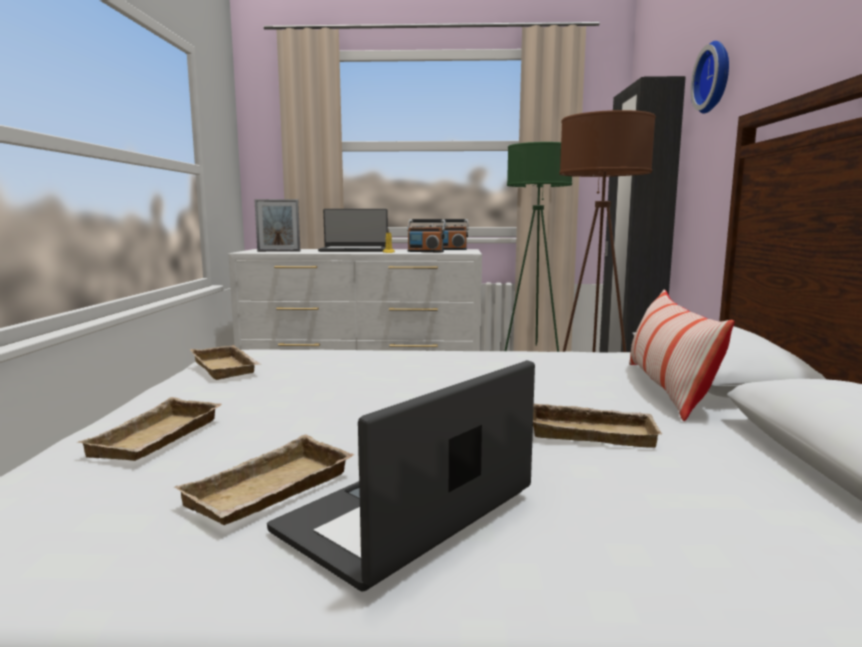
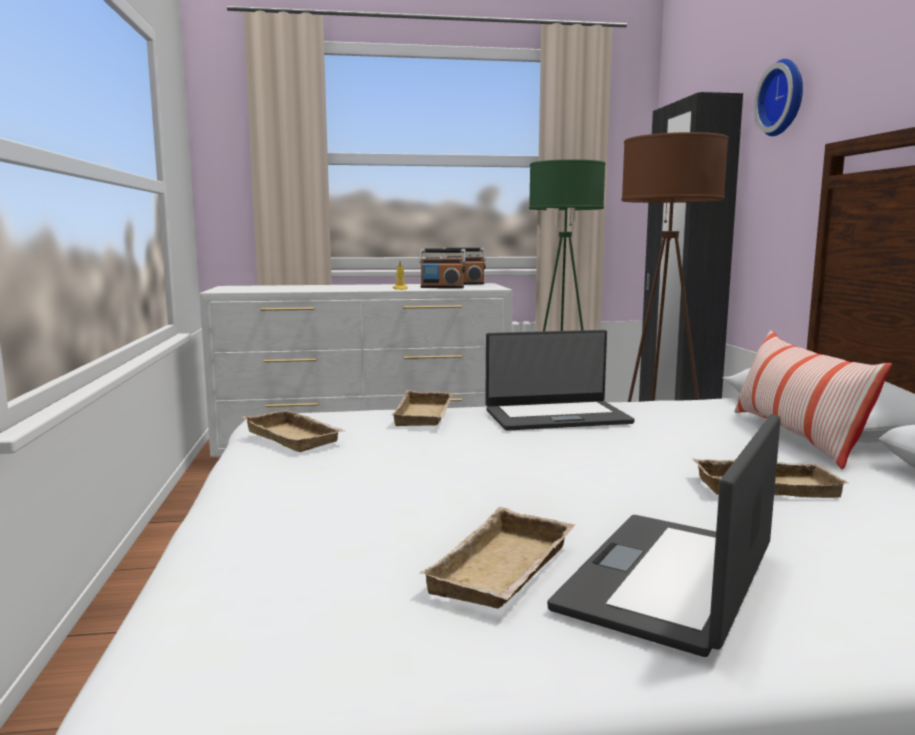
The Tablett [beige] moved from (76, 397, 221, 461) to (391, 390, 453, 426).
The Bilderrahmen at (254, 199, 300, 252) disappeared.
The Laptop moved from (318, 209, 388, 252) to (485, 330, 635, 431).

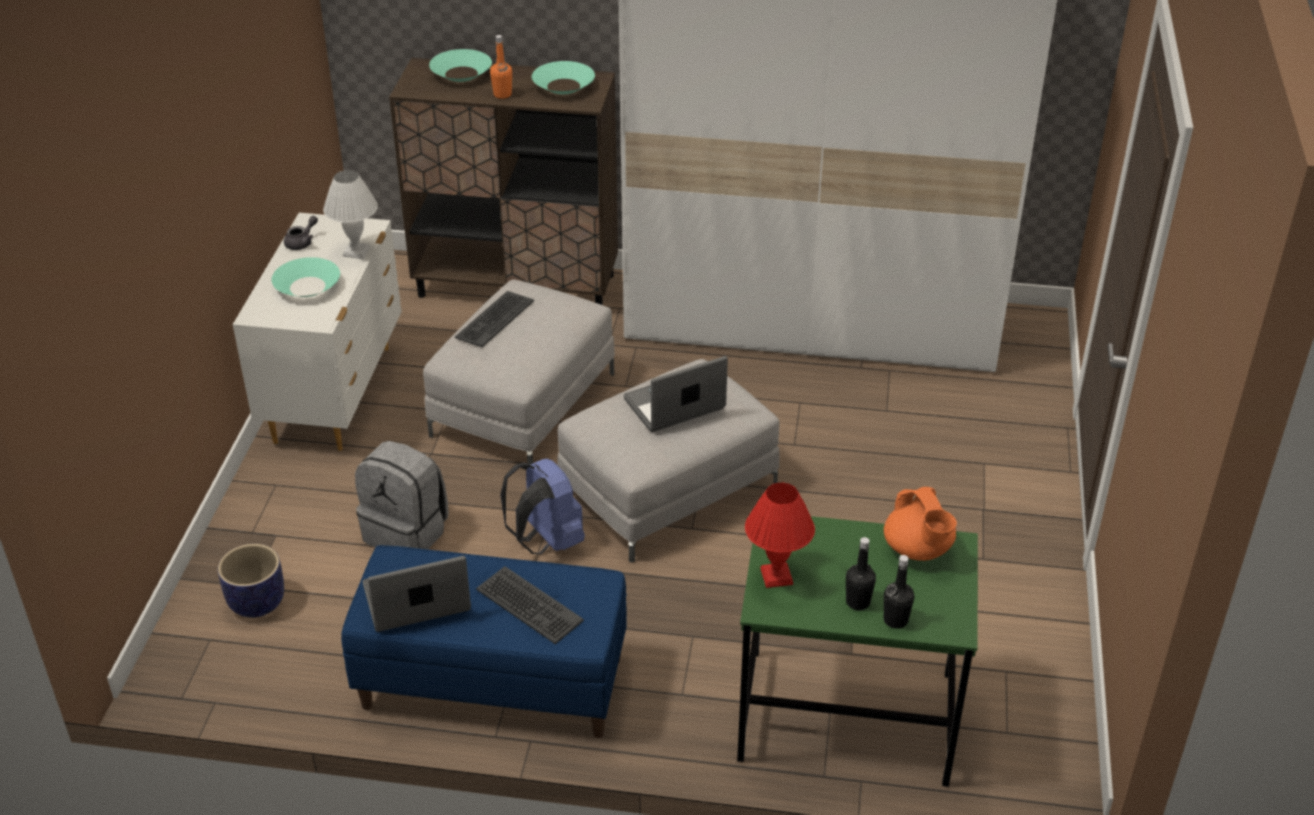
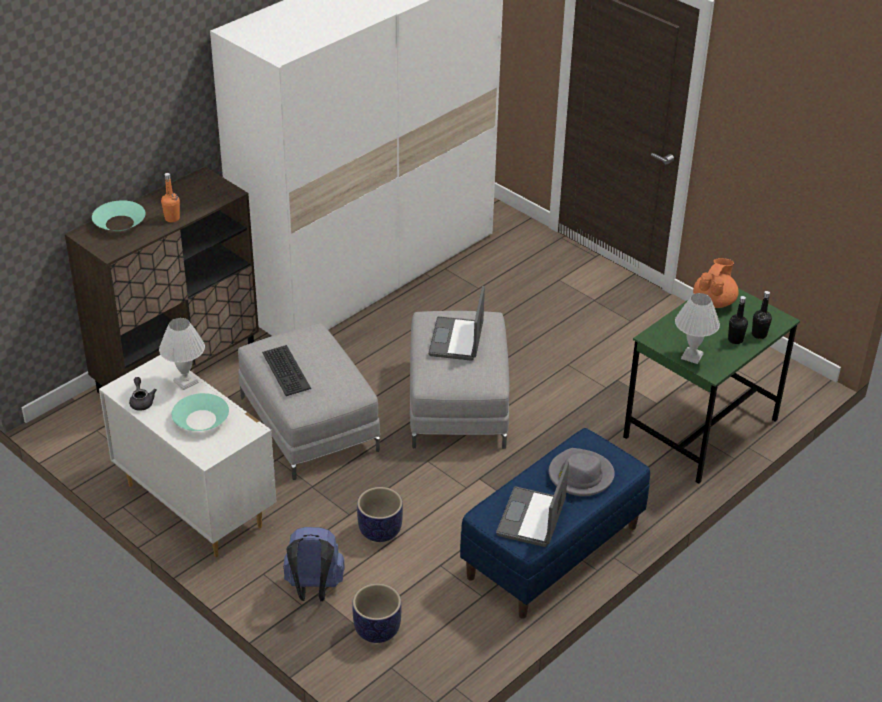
The Rucksack [grau] at (355, 441, 449, 550) was replaced by the Pflanzkübel at (357, 487, 403, 542).
The Tastatur at (476, 566, 584, 644) was replaced by the Hut [grau] at (549, 448, 615, 496).
The Rucksack [blau] moved from (500, 458, 585, 555) to (283, 527, 345, 601).
The Schüssel [türkis] at (532, 61, 595, 94) disappeared.
The Tischlampe [rot] at (745, 483, 815, 588) became the Tischlampe [weiß] at (675, 293, 720, 364).
The Teekanne [orange] at (884, 487, 957, 561) turned 75 degrees counterclockwise.

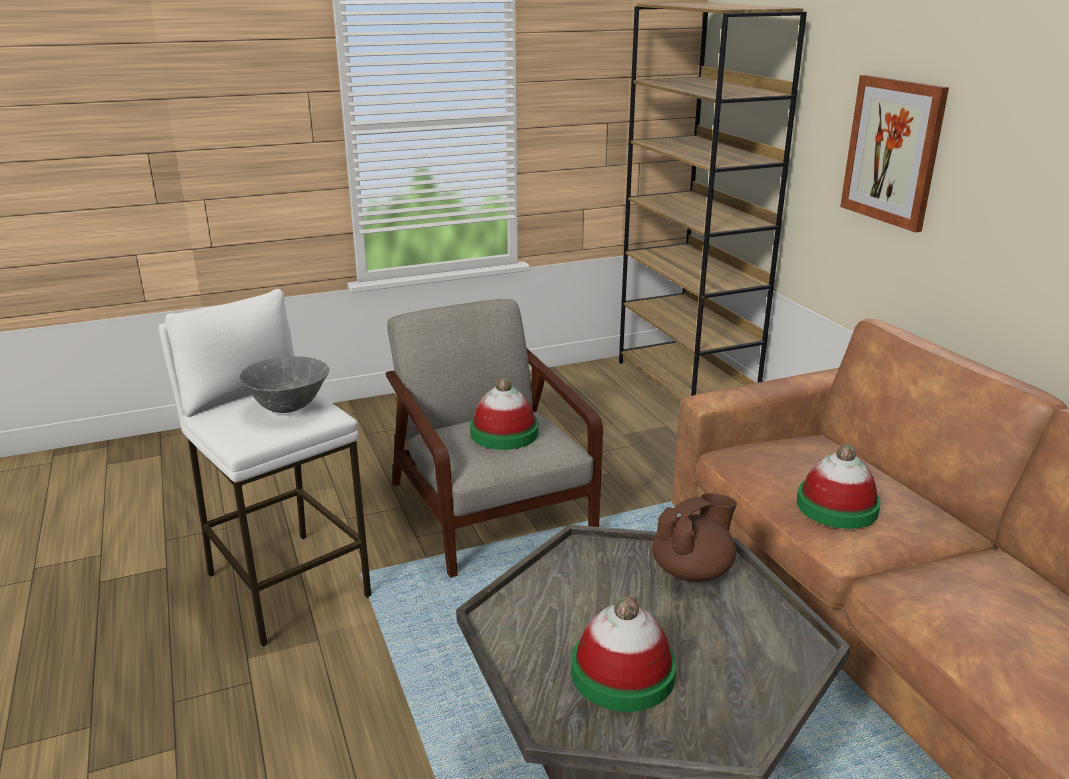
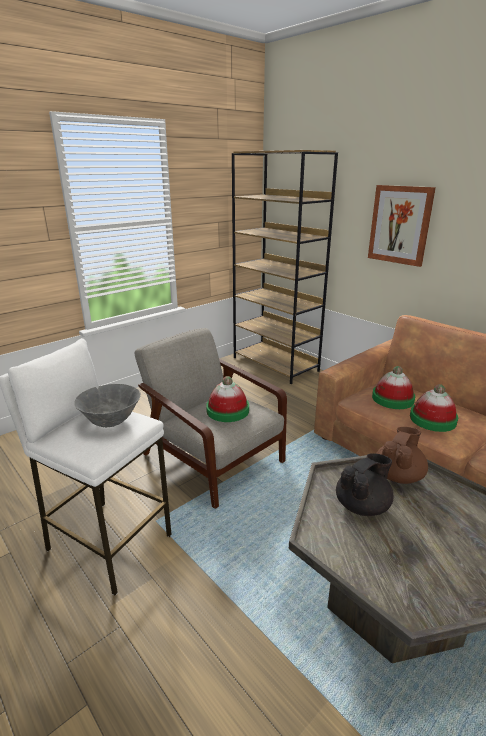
The Hut moved from (571, 596, 676, 712) to (372, 366, 415, 409).
The Teekanne [schwarz] at (336, 453, 394, 516) appeared.

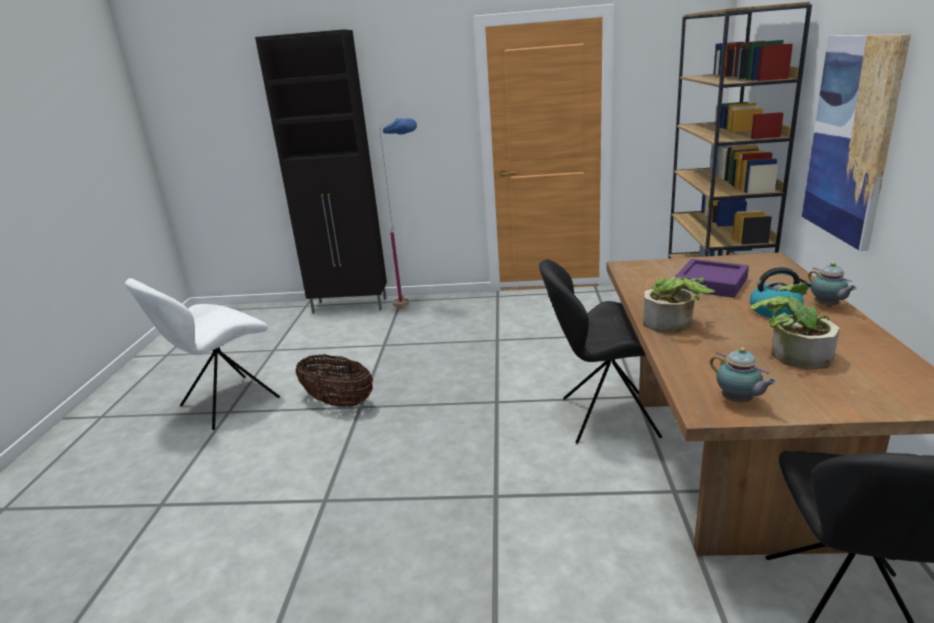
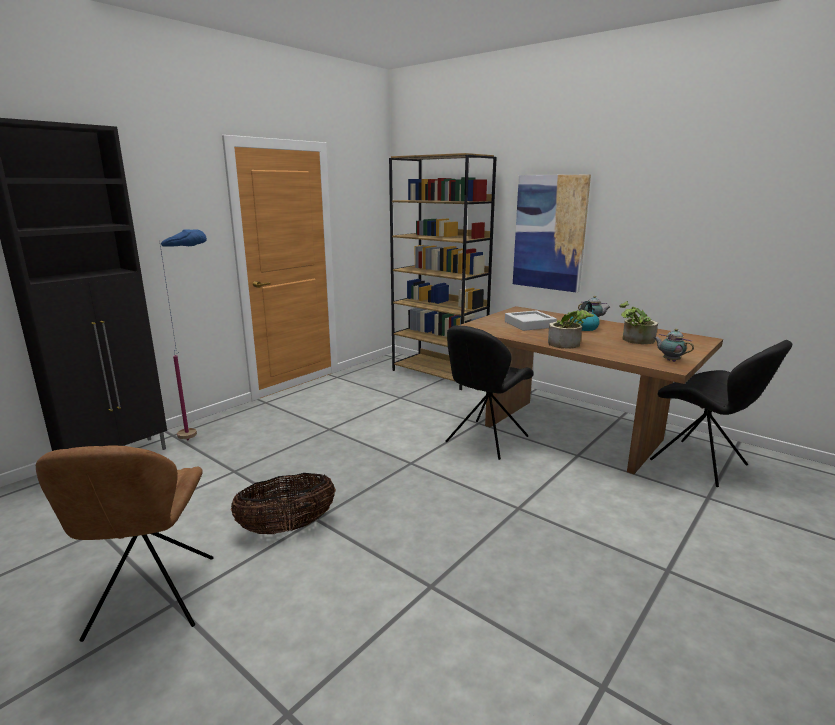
The Stuhl [weiß] at (125, 278, 280, 430) became the Stuhl [braun] at (36, 445, 214, 642).
The Tablett [lila] at (675, 259, 749, 298) became the Tablett [grau] at (505, 310, 557, 331).
The Teekanne at (710, 347, 777, 403) turned 135 degrees counterclockwise.

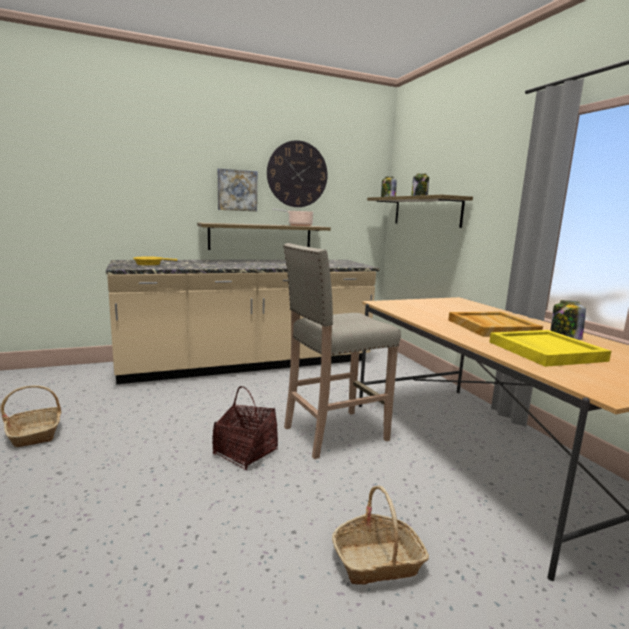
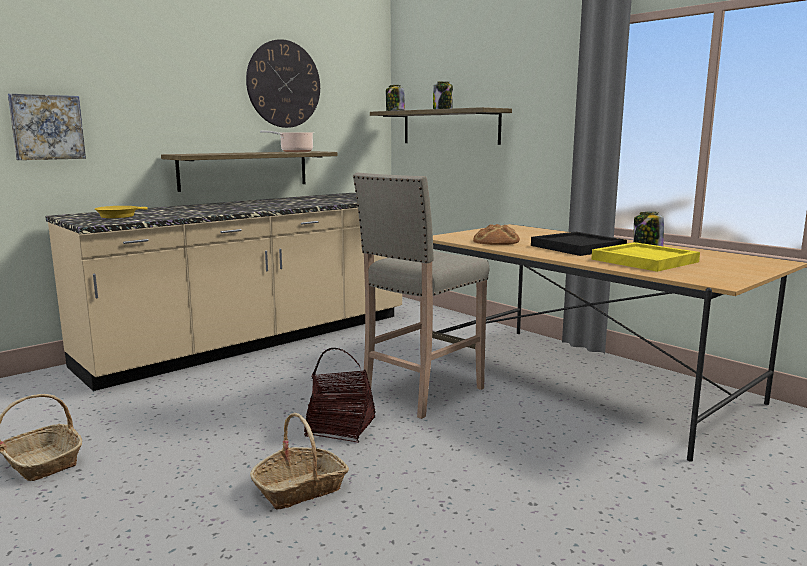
The Bild moved from (218, 168, 257, 211) to (8, 94, 86, 160).
The Korb moved from (332, 486, 429, 585) to (250, 413, 349, 510).
The Tablett [beige] at (448, 312, 543, 337) became the Tablett [schwarz] at (531, 232, 627, 256).
The Brot at (473, 224, 520, 245) appeared.

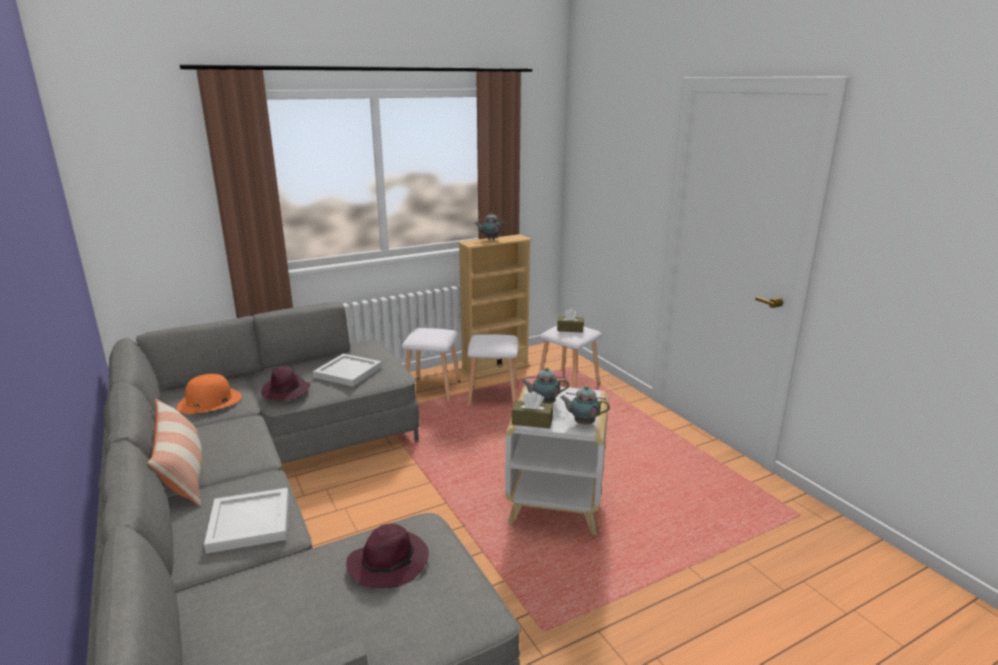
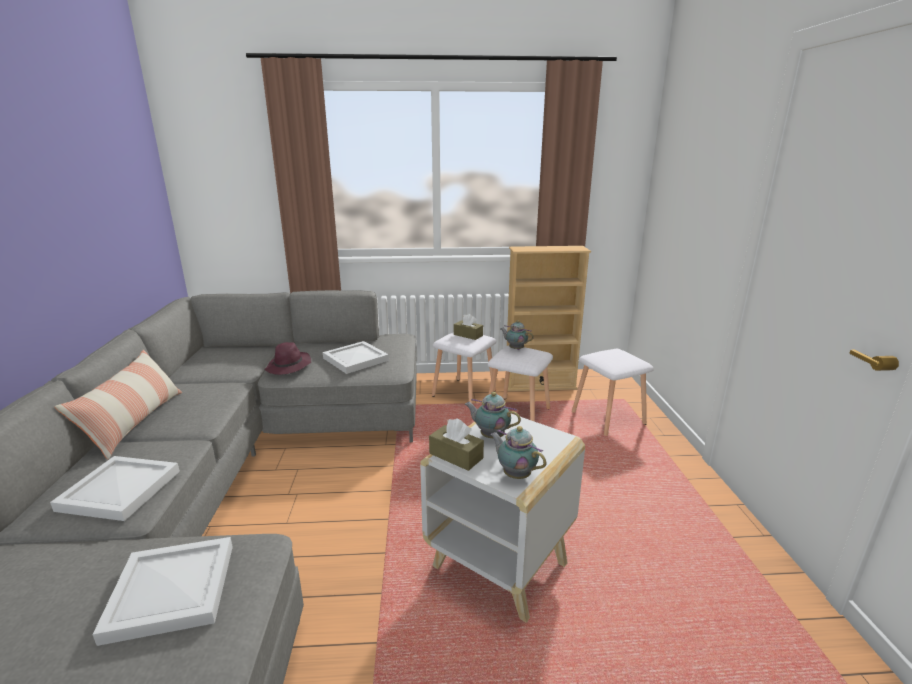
The Hut [orange] at (177, 374, 242, 414) disappeared.
The Hut [lila] at (346, 523, 429, 588) was replaced by the Tablett [weiß] at (92, 537, 233, 646).
The Teekanne moved from (475, 212, 507, 240) to (501, 320, 534, 350).
The Taschentuchbox [braun] moved from (557, 309, 584, 333) to (454, 314, 483, 340).

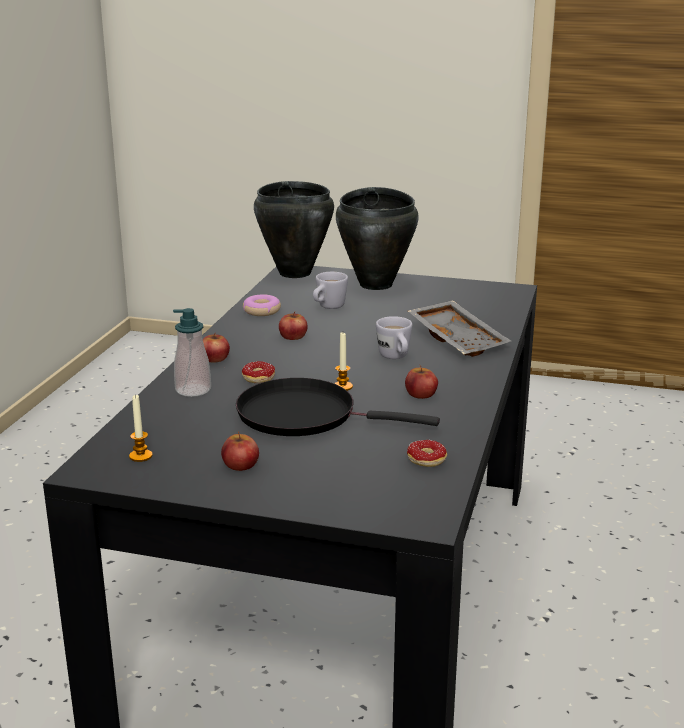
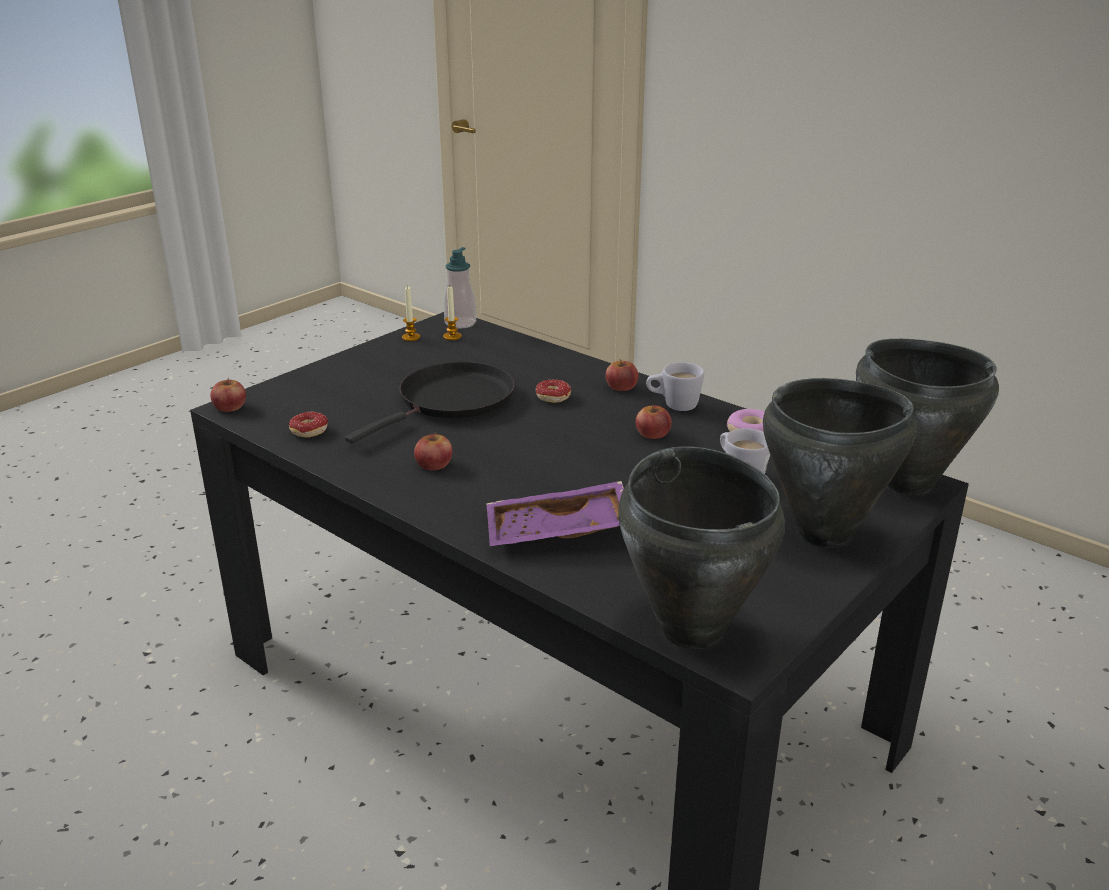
The Seifenspender moved from (173, 308, 211, 397) to (444, 247, 476, 329).
The Apfel moved from (221, 431, 259, 471) to (211, 378, 246, 412).
The Kerze moved from (334, 333, 353, 391) to (402, 286, 420, 341).
The Henkelbecher [weiß] moved from (376, 316, 412, 359) to (646, 362, 704, 411).
The Tablett [grau] at (408, 300, 511, 357) became the Tablett [lila] at (486, 481, 624, 546).
The Kochtopf [schwarz] at (618, 447, 785, 649) appeared.

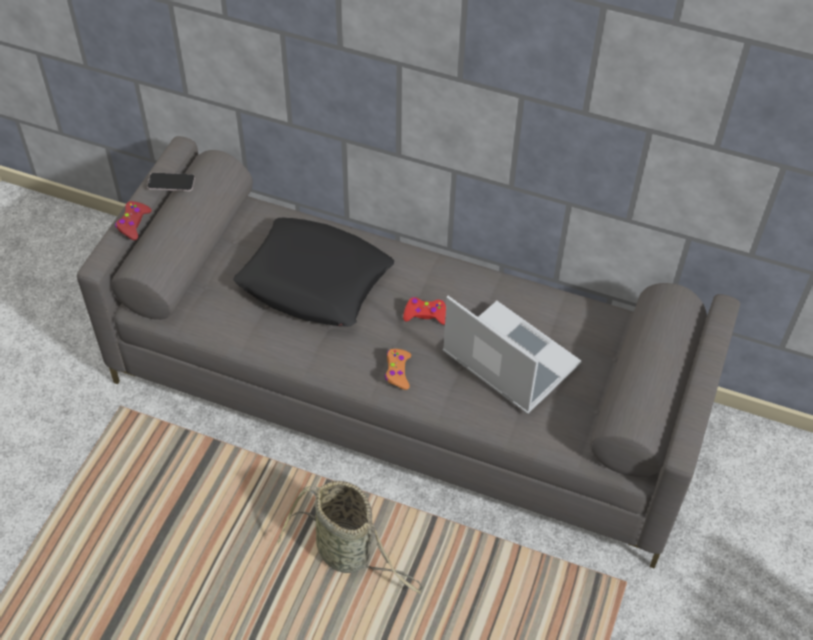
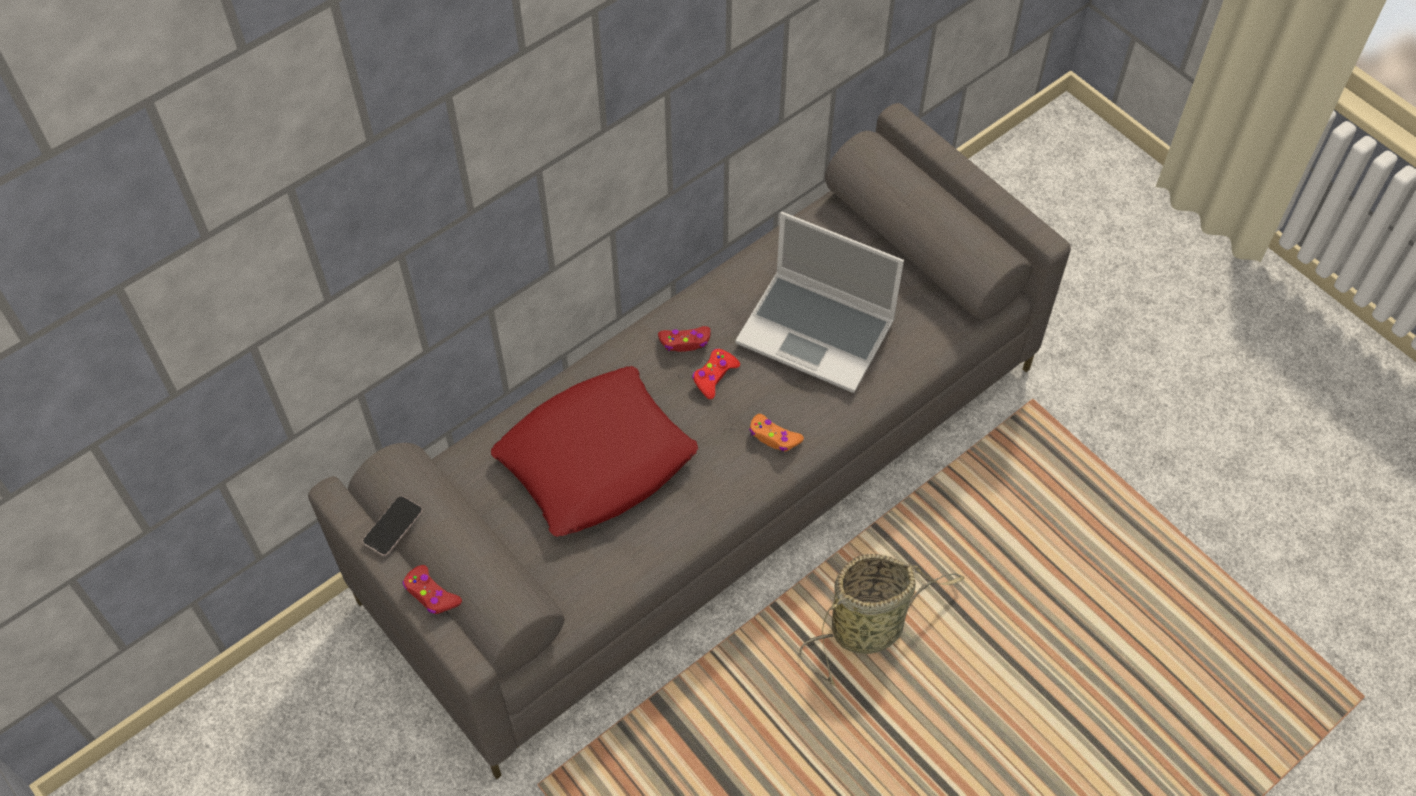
The Kissen [schwarz] at (233, 218, 394, 327) became the Kissen [rot] at (491, 366, 698, 537).
The Laptop at (443, 296, 582, 414) turned 135 degrees counterclockwise.
The Gamepad [rot] at (658, 326, 710, 352) appeared.

